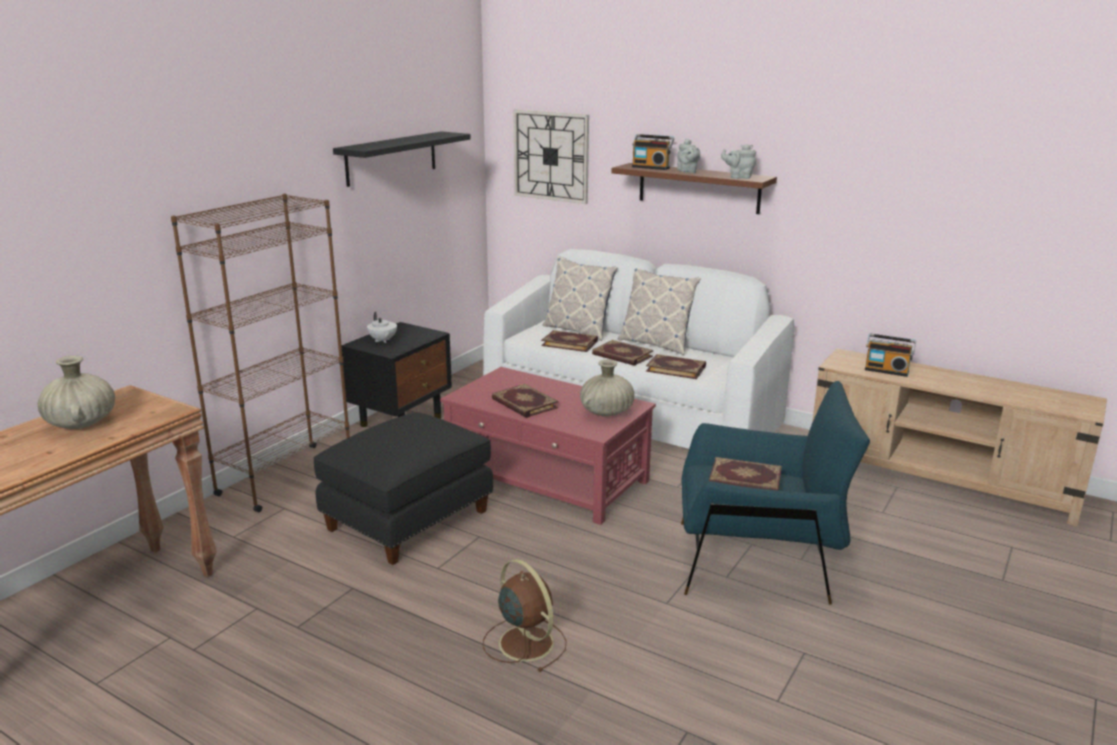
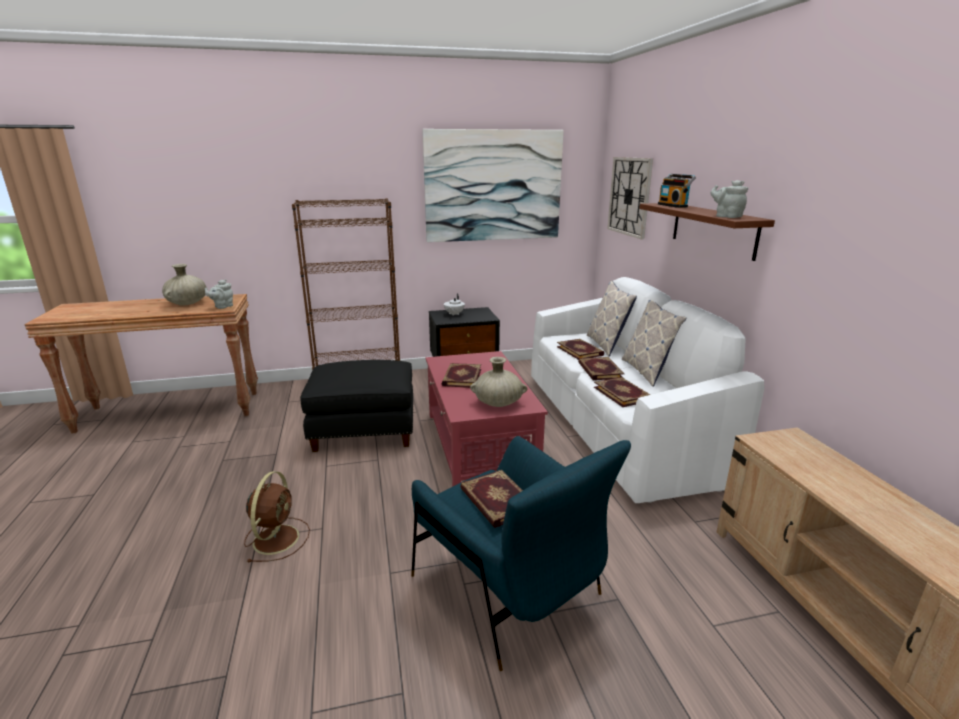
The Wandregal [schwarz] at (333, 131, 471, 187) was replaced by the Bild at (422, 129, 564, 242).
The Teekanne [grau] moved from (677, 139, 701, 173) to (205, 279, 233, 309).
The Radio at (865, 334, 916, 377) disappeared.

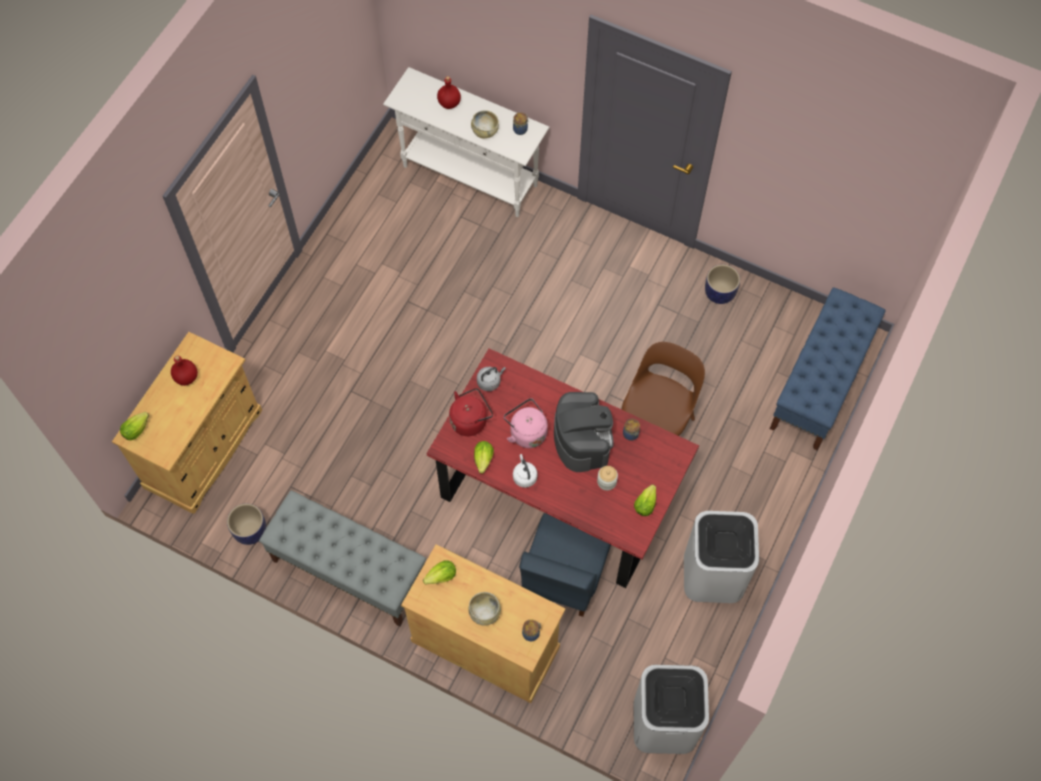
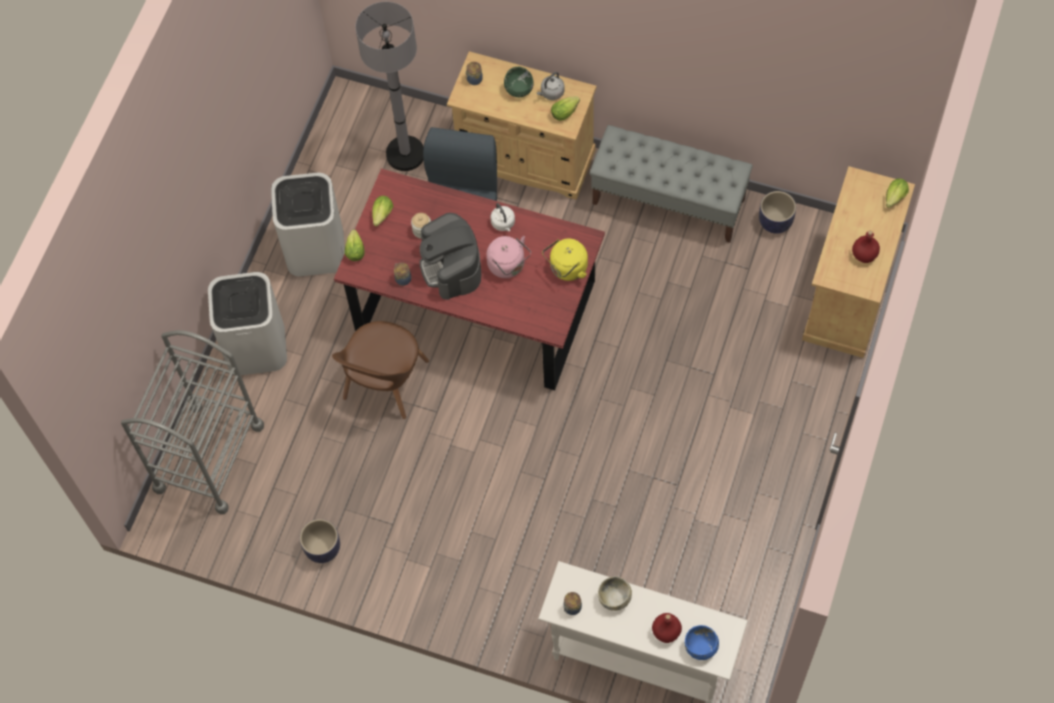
The Wasserkessel [rot] at (449, 388, 493, 436) became the Wasserkessel [gelb] at (542, 239, 588, 281).
The Schüssel [beige] at (468, 592, 501, 626) became the Schüssel [grün] at (504, 66, 534, 97).
The Salatkopf moved from (474, 441, 494, 474) to (345, 230, 365, 261).
The Wasserkessel [grau] moved from (477, 367, 506, 391) to (537, 72, 565, 100).
The Mülleimer [weiß] moved from (634, 665, 709, 754) to (208, 272, 287, 375).
The Bank [blau] at (770, 287, 886, 450) was replaced by the Rollwagen [grau] at (121, 330, 264, 514).
The Stehlampe [grau] at (355, 2, 424, 171) appeared.
The Schüssel [blau] at (685, 625, 719, 660) appeared.

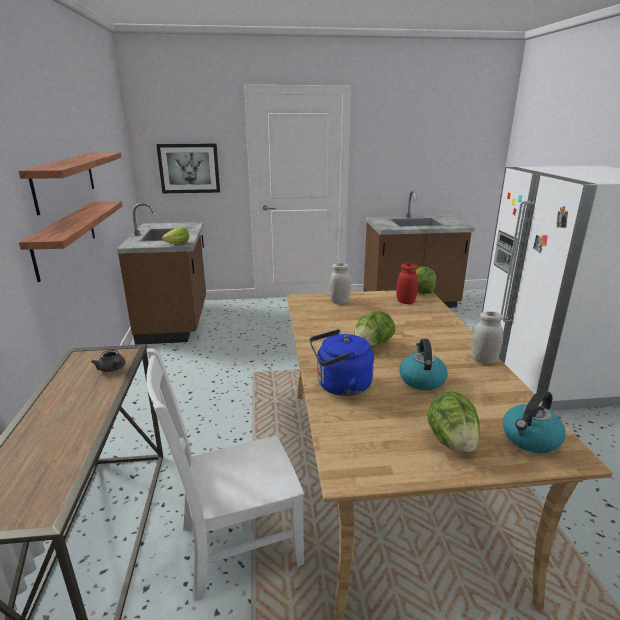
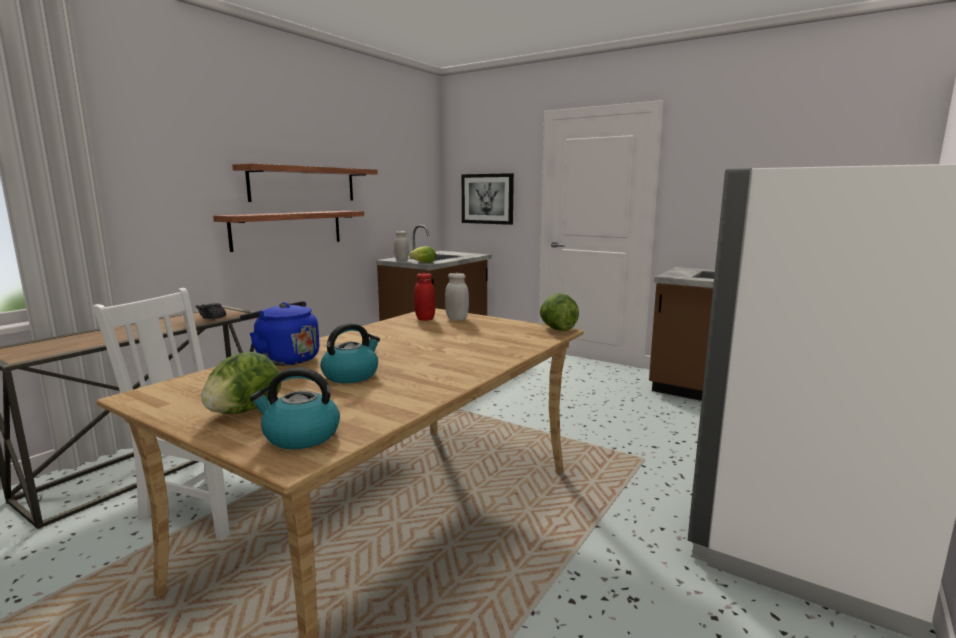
The Salatkopf at (354, 311, 396, 348) disappeared.
The Vorratsglas [rot] moved from (396, 263, 419, 304) to (414, 273, 435, 321).
The Vorratsglas [weiß] moved from (471, 311, 503, 364) to (394, 231, 409, 261).

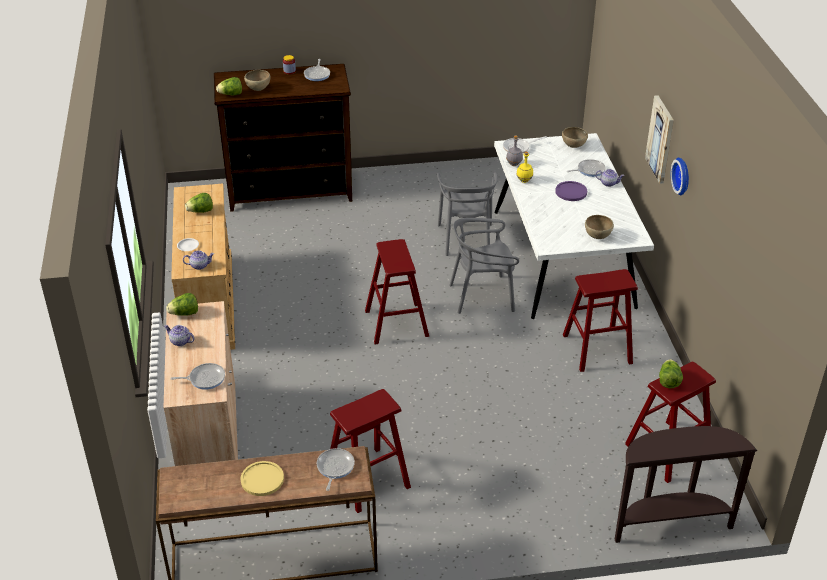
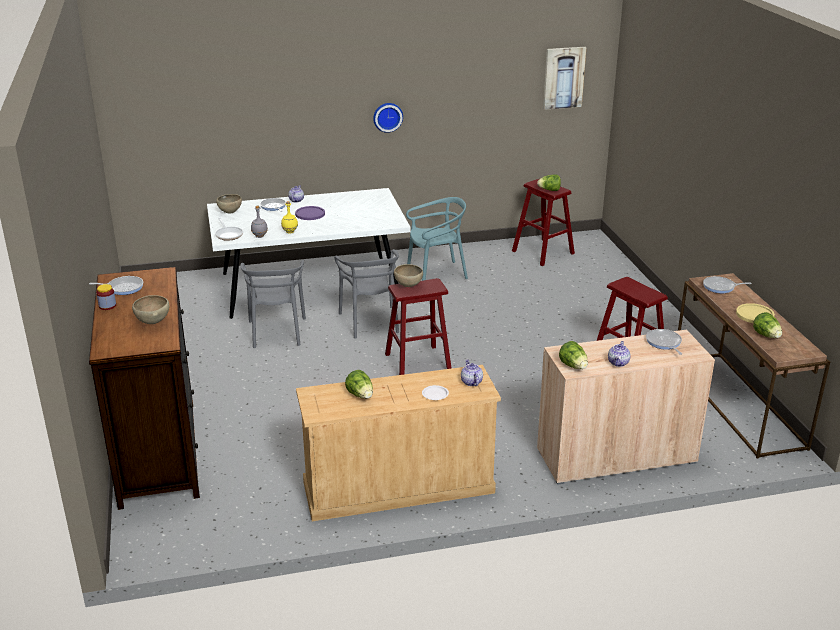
The Salatkopf moved from (216, 77, 242, 96) to (753, 312, 782, 338).
The Stuhl [grau] at (437, 172, 498, 256) turned 90 degrees clockwise.
The Hocker [rot] at (563, 269, 638, 372) was replaced by the Stuhl [türkis] at (406, 197, 468, 281).
The Schüssel [braun] moved from (585, 215, 614, 239) to (394, 264, 423, 287).
The Konsolentisch [braun] at (615, 426, 757, 543) disappeared.
The Bild moved from (645, 95, 674, 184) to (543, 47, 586, 110).

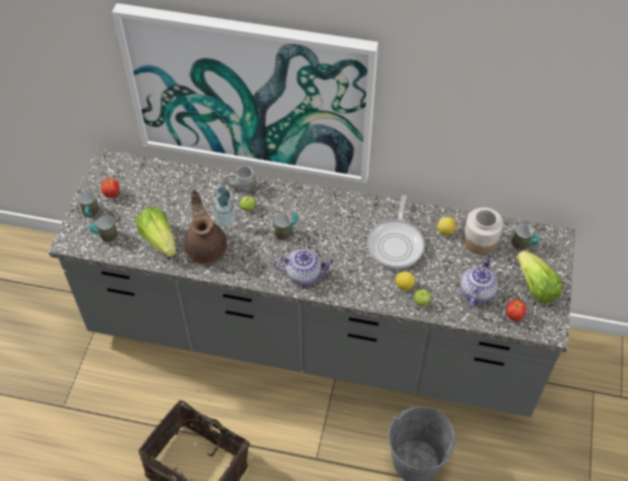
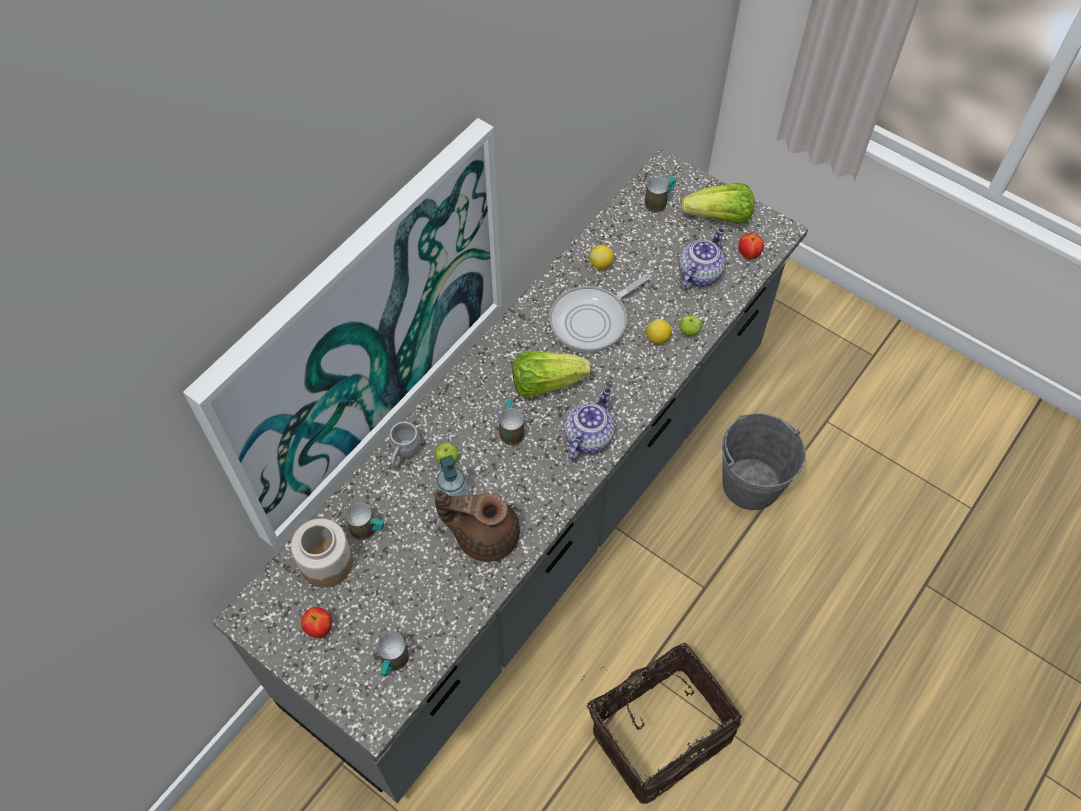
The Henkelbecher moved from (78, 191, 100, 218) to (345, 502, 384, 540).
The Salatkopf moved from (136, 207, 176, 257) to (512, 350, 591, 397).
The Pfanne at (367, 195, 425, 269) turned 105 degrees clockwise.
The Teekanne at (460, 255, 498, 308) turned 75 degrees clockwise.
The Vorratsglas moved from (463, 207, 503, 255) to (291, 518, 353, 588).

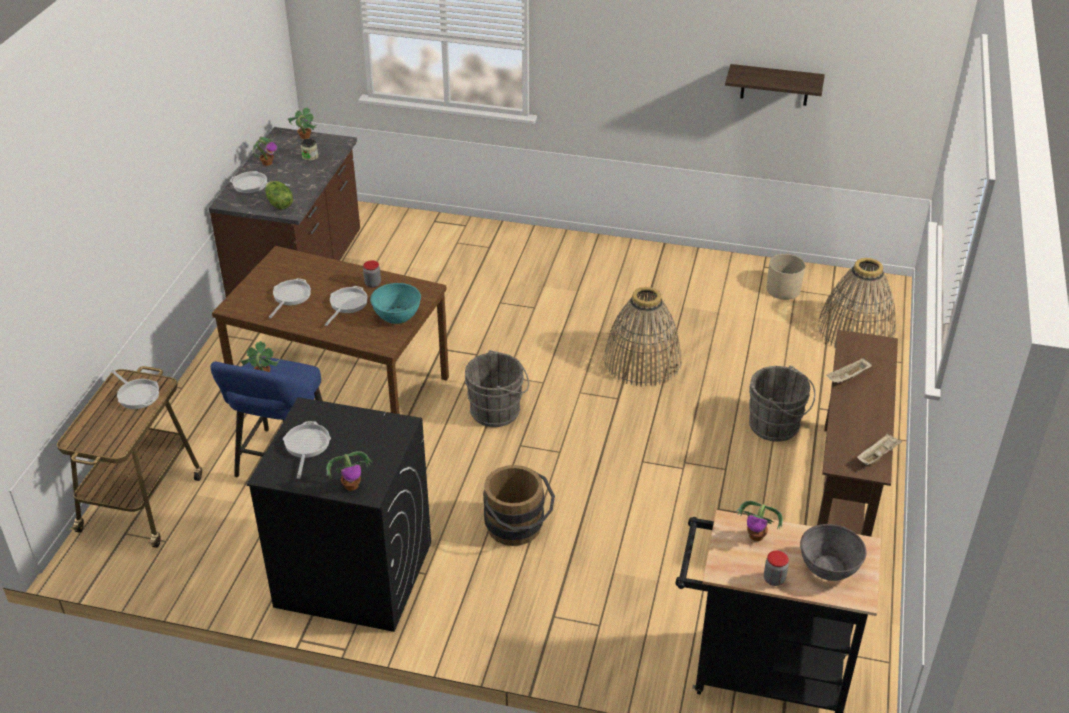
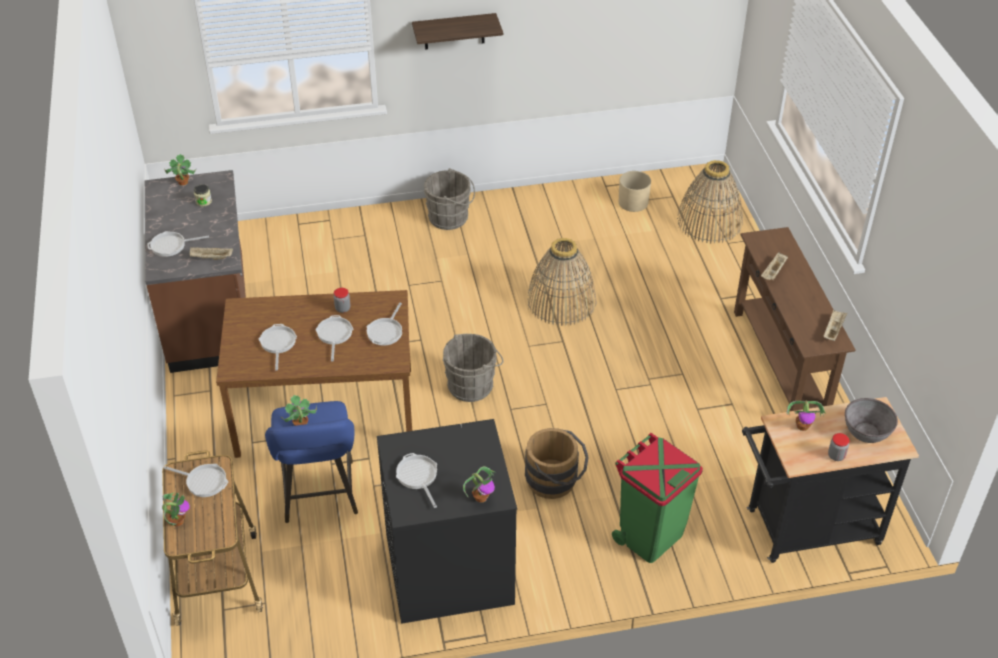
The Topfpflanze moved from (253, 136, 278, 166) to (162, 492, 190, 526).
The Salatkopf at (265, 181, 293, 210) was replaced by the Tablett [beige] at (190, 247, 233, 260).
The Schüssel [türkis] at (370, 283, 421, 324) was replaced by the Pfanne at (367, 302, 402, 346).
The Wandregal moved from (725, 64, 825, 106) to (412, 13, 503, 50).
The Eimer [grau] moved from (749, 366, 816, 442) to (424, 168, 475, 230).
The Mülleimer [grün] at (612, 433, 703, 563) appeared.

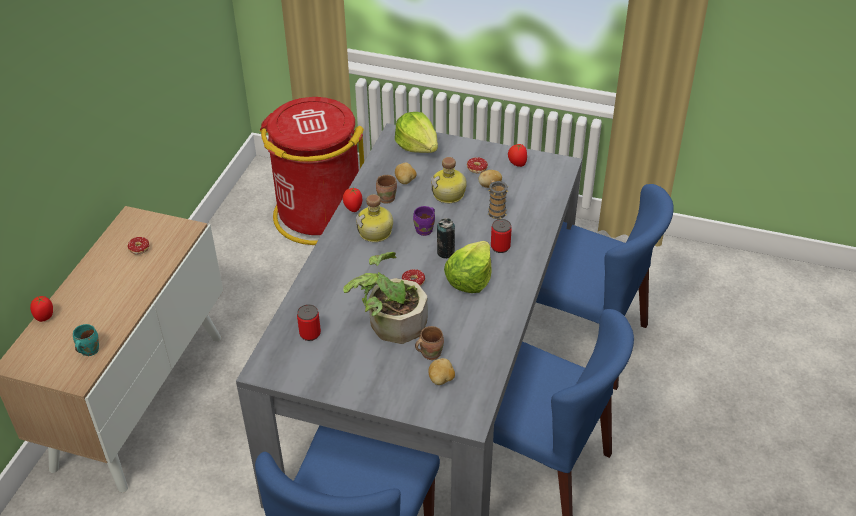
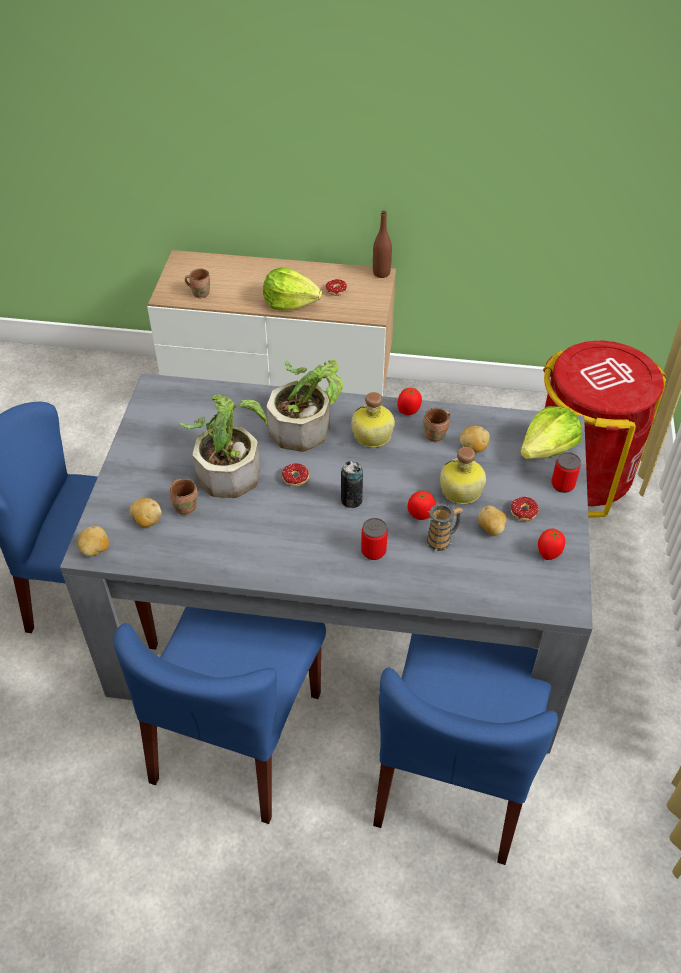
The Tomate moved from (30, 296, 53, 322) to (407, 490, 436, 520).
The Henkelbecher [türkis] at (73, 324, 99, 356) became the Henkelbecher [braun] at (185, 268, 210, 299).
The Dose moved from (297, 304, 321, 341) to (551, 452, 581, 493).
The Henkelbecher [lila] at (413, 206, 435, 236) disappeared.
The Salatkopf moved from (444, 241, 492, 293) to (263, 267, 322, 311).
The Kartoffel at (77, 526, 109, 556) appeared.
The Topfpflanze at (267, 360, 343, 452) appeared.
The Flasche [braun] at (373, 211, 392, 278) appeared.

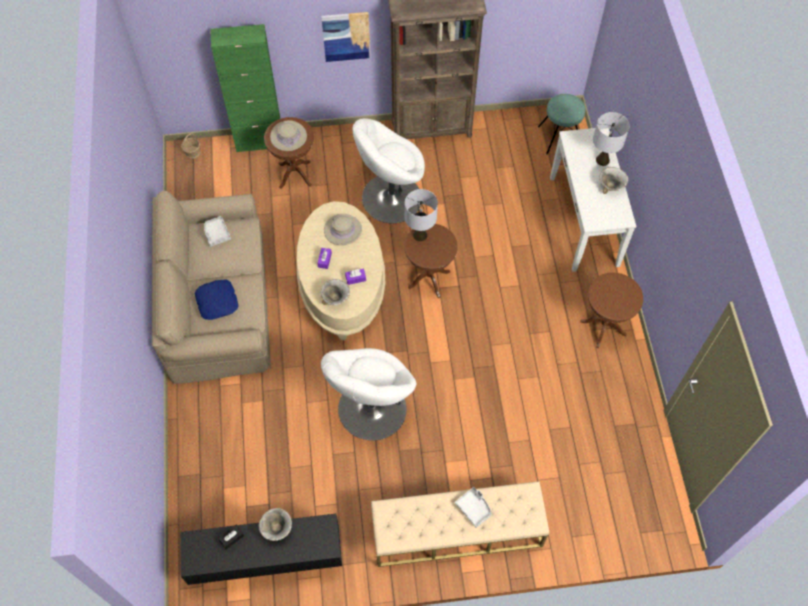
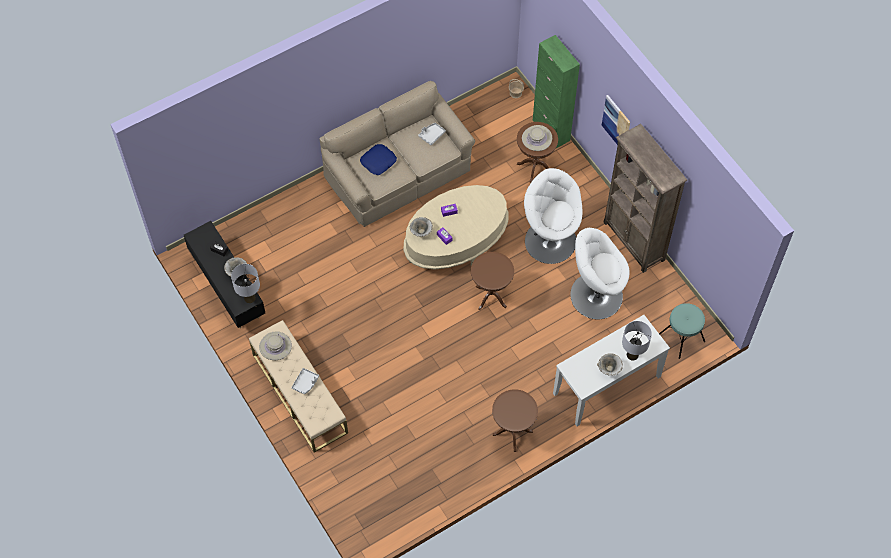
The Sessel [weiß] moved from (321, 348, 417, 440) to (570, 228, 630, 319).
The Hut [beige] moved from (324, 214, 362, 245) to (259, 332, 292, 360).
The Tischlampe [grau] moved from (405, 189, 438, 241) to (231, 264, 260, 303).

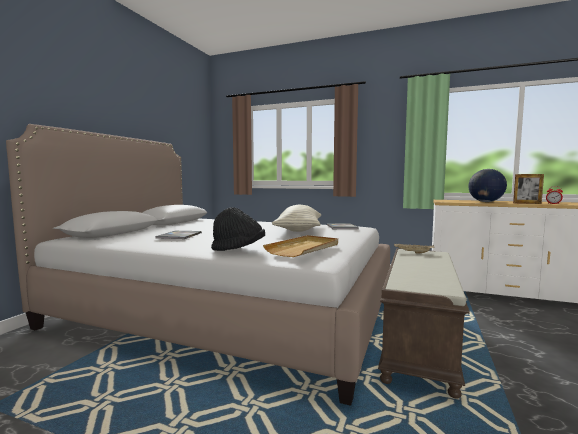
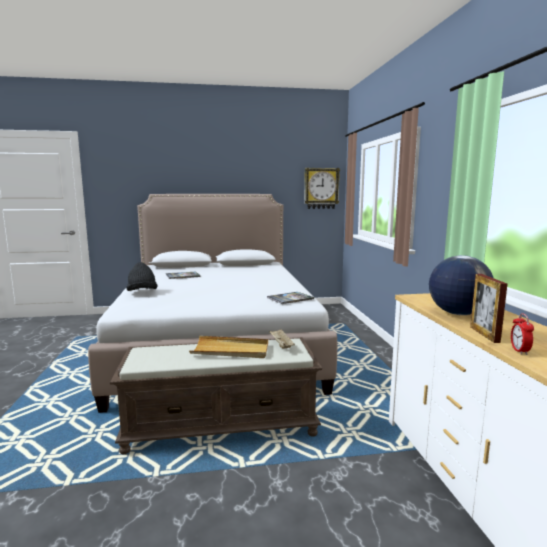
The Tablett [beige] moved from (263, 235, 338, 257) to (189, 336, 268, 358).
The Kissen at (272, 205, 321, 232) disappeared.
The Wanduhr at (304, 168, 340, 209) appeared.

